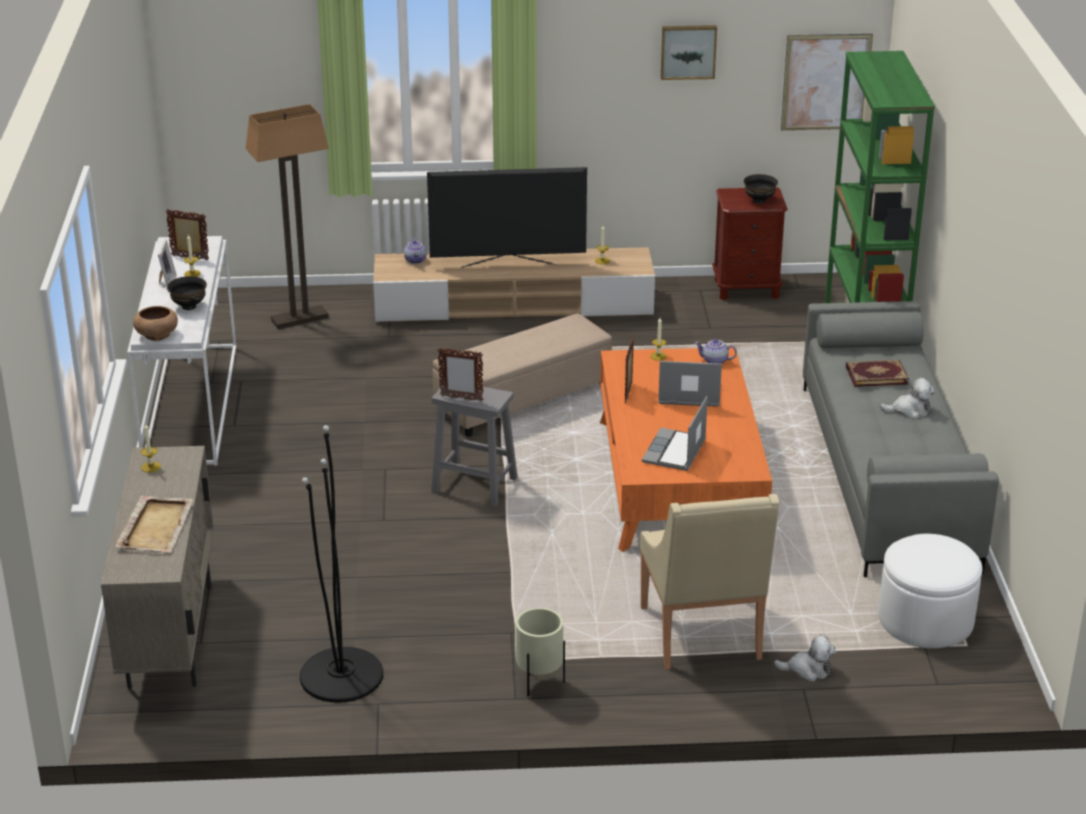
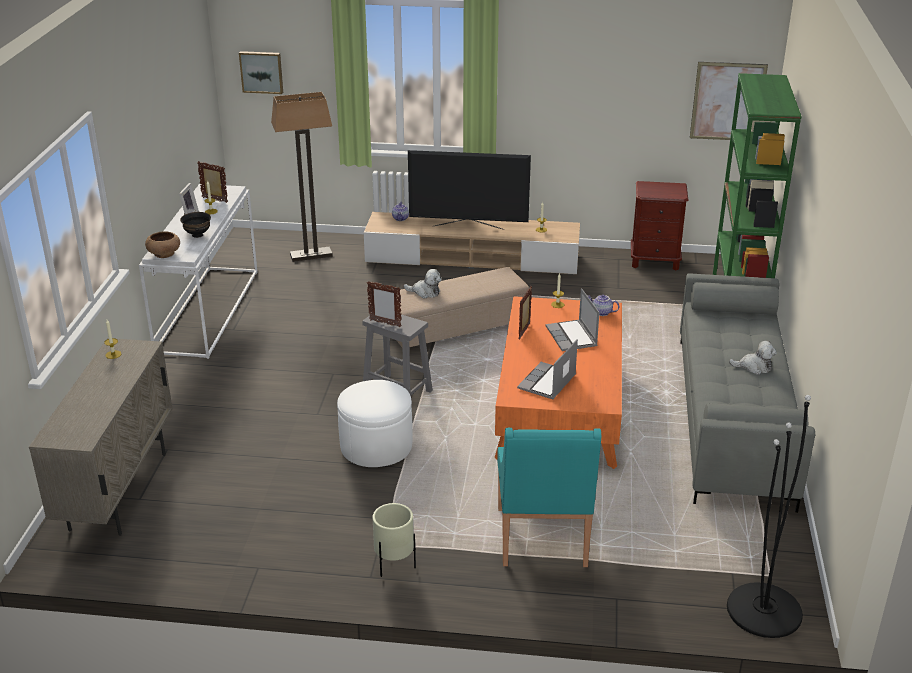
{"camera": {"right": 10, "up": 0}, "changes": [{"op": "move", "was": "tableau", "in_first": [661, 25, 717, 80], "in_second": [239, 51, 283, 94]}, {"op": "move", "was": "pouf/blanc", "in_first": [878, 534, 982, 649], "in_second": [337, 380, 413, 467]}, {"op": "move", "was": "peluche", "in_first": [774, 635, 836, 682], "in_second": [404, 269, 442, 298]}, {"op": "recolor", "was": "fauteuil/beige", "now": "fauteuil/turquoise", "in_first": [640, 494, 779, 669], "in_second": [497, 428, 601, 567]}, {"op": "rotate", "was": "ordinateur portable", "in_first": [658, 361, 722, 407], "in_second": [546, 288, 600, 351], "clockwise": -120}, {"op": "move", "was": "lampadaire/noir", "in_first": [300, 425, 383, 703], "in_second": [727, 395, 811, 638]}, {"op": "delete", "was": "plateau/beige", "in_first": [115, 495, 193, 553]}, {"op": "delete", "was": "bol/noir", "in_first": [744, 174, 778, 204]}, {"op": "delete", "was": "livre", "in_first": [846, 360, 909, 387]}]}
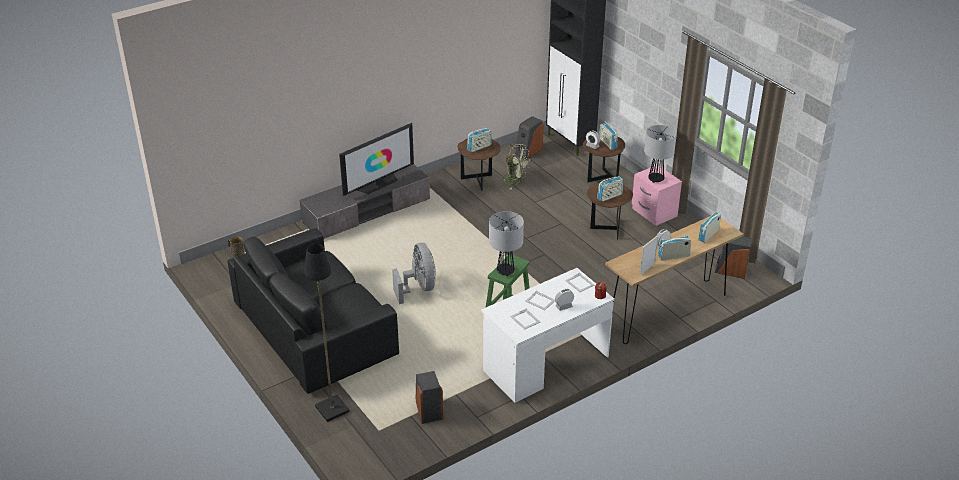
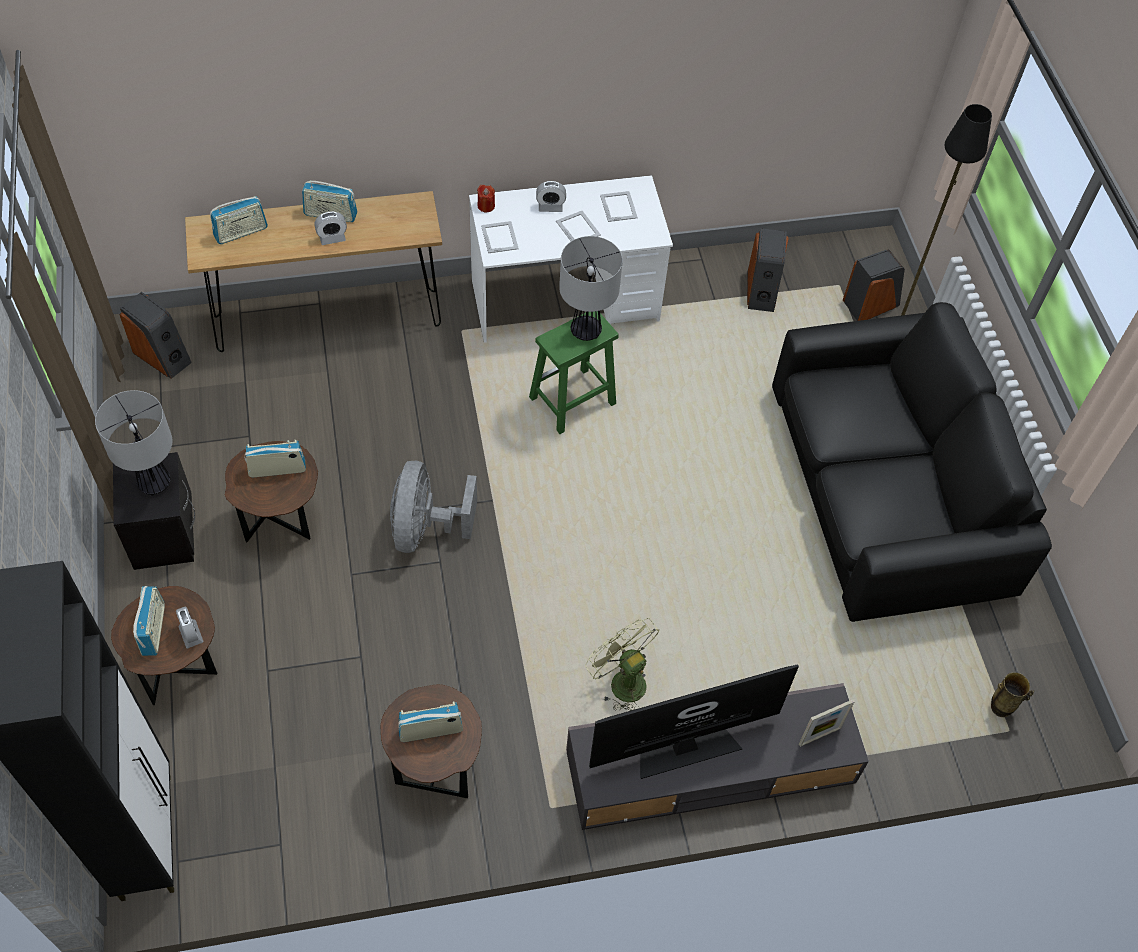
{"camera": {"right": -160, "up": 20}, "changes": [{"op": "recolor", "was": "table de chevet/rose", "now": "table de chevet/noir", "in_first": [632, 165, 682, 226], "in_second": [113, 452, 195, 570]}, {"op": "move", "was": "ventilateur/gris", "in_first": [392, 243, 436, 304], "in_second": [390, 461, 477, 553]}, {"op": "move", "was": "ventilateur/vert", "in_first": [502, 144, 531, 190], "in_second": [585, 618, 660, 711]}, {"op": "move", "was": "cadre photo", "in_first": [639, 236, 658, 275], "in_second": [799, 699, 854, 747]}, {"op": "move", "was": "enceinte", "in_first": [515, 116, 544, 160], "in_second": [843, 250, 905, 321]}]}
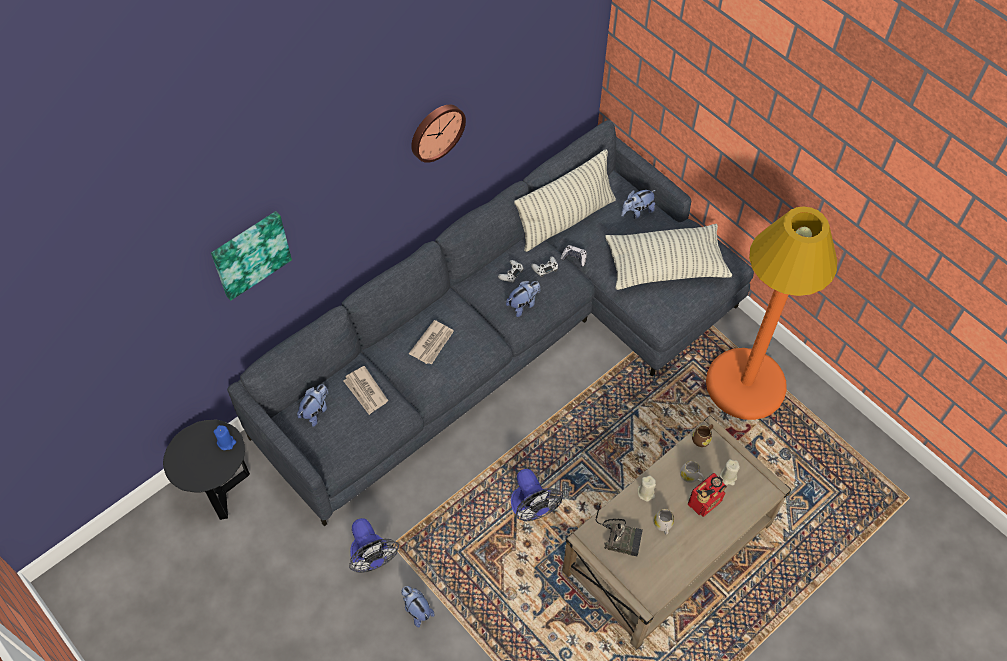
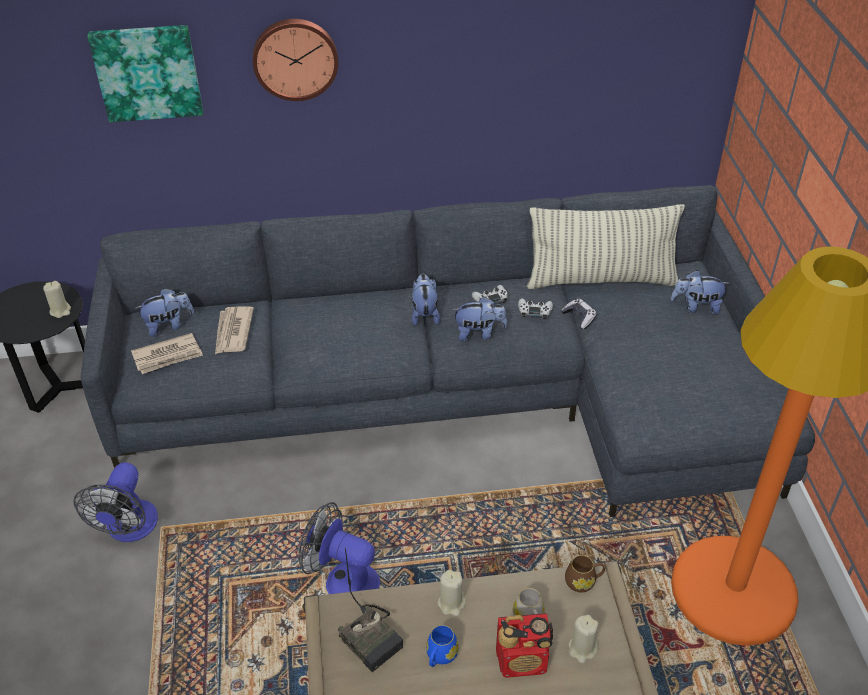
{"camera": {"right": 35, "up": -15}, "changes": [{"op": "recolor", "was": "bougie/bleu", "now": "bougie/beige", "in_first": [214, 425, 236, 450], "in_second": [43, 281, 71, 318]}, {"op": "move", "was": "journal", "in_first": [409, 320, 454, 365], "in_second": [131, 333, 203, 374]}, {"op": "move", "was": "horloge murale", "in_first": [411, 105, 466, 163], "in_second": [253, 19, 338, 101]}, {"op": "rotate", "was": "ventilateur", "in_first": [511, 469, 563, 521], "in_second": [298, 502, 380, 594], "clockwise": 105}, {"op": "move", "was": "peluche", "in_first": [401, 586, 434, 628], "in_second": [411, 274, 440, 326]}, {"op": "recolor", "was": "mug/blanc", "now": "mug/bleu", "in_first": [653, 509, 674, 535], "in_second": [426, 625, 459, 667]}, {"op": "delete", "was": "coussin", "in_first": [605, 224, 732, 290]}]}
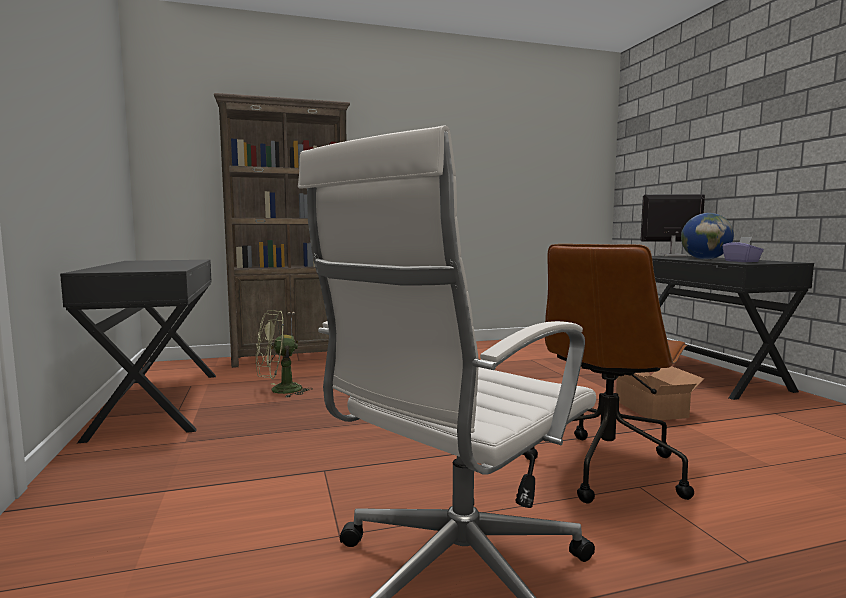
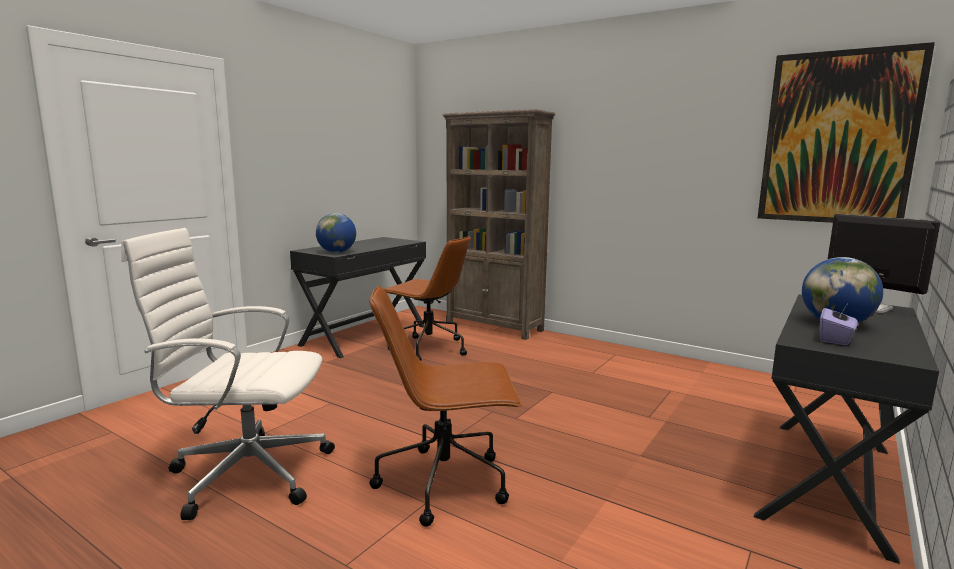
{"camera": {"right": 50, "up": 5}, "changes": [{"op": "insert", "now": "globe", "in_second": [316, 213, 356, 253]}, {"op": "replace", "was": "ventilateur/vert", "now": "chaise de bureau/marron", "in_first": [256, 310, 313, 398], "in_second": [384, 236, 471, 360]}, {"op": "insert", "now": "tableau", "in_second": [758, 42, 935, 223]}, {"op": "delete", "was": "carton", "in_first": [616, 366, 704, 420]}]}
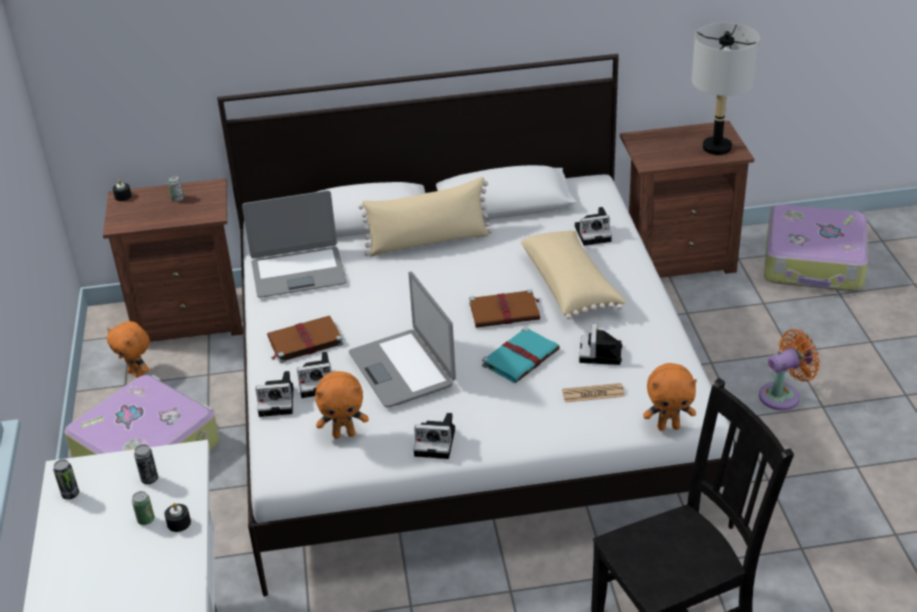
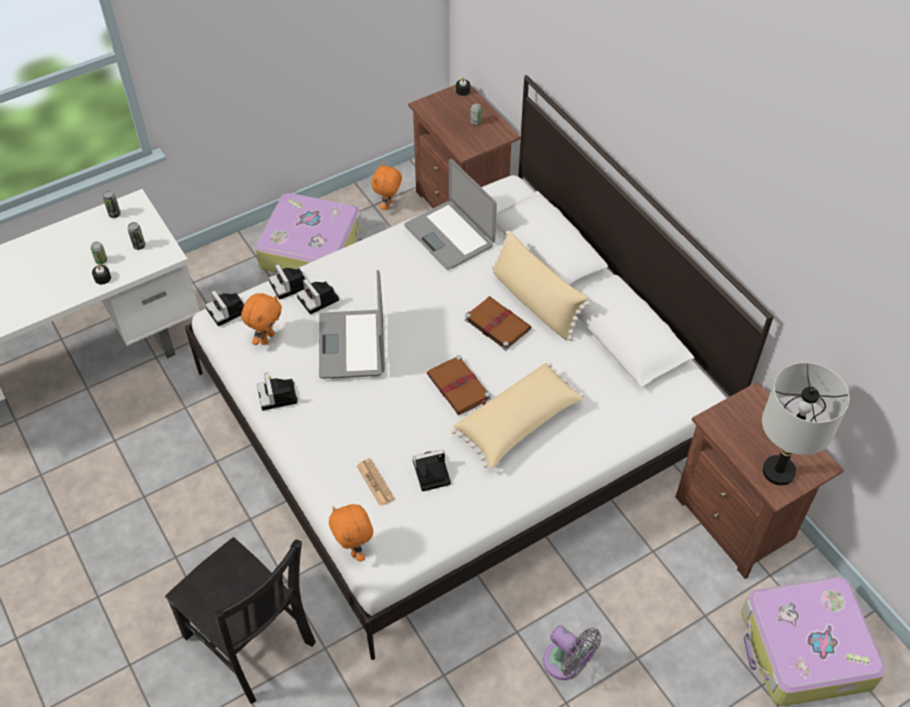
{"camera": {"right": 65, "up": 15}, "changes": [{"op": "move", "was": "appareil photo", "in_first": [575, 207, 612, 246], "in_second": [205, 290, 244, 326]}, {"op": "rotate", "was": "peluche/orange", "in_first": [315, 371, 369, 439], "in_second": [241, 293, 282, 345], "clockwise": -120}, {"op": "rotate", "was": "ordinateur portable", "in_first": [348, 272, 456, 407], "in_second": [319, 270, 385, 379], "clockwise": -45}, {"op": "move", "was": "livre/marron", "in_first": [267, 316, 343, 363], "in_second": [465, 296, 532, 350]}, {"op": "recolor", "was": "ventilateur/orange", "now": "ventilateur/gris", "in_first": [759, 329, 820, 410], "in_second": [543, 625, 602, 680]}, {"op": "delete", "was": "livre/turquoise", "in_first": [482, 327, 560, 383]}]}
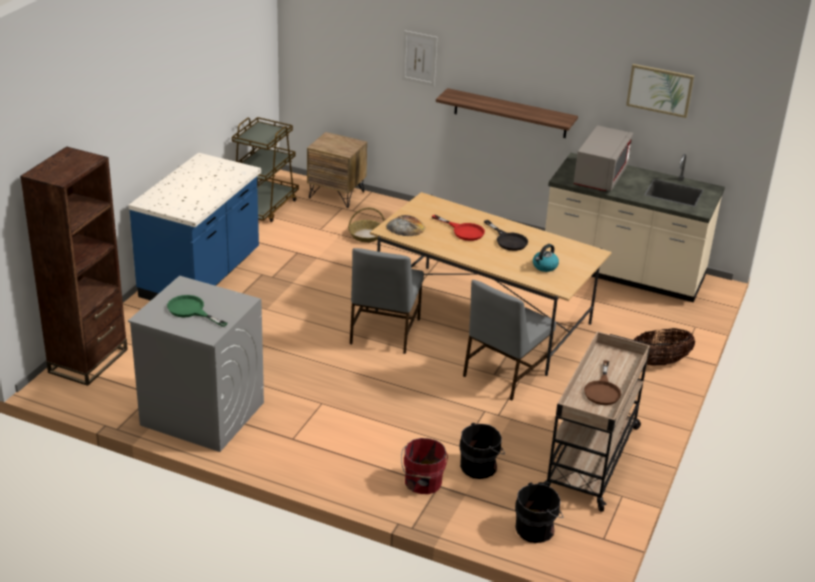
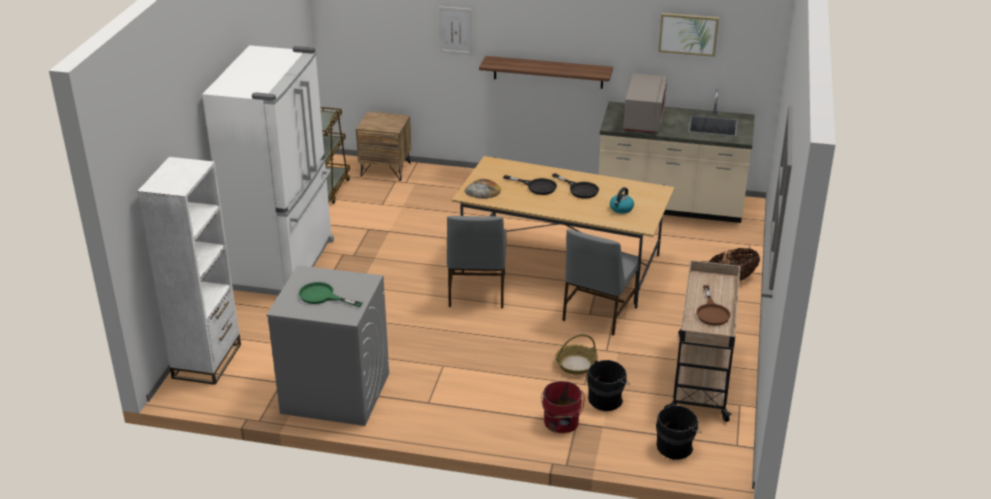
{"camera": {"right": -10, "up": 0}, "changes": [{"op": "recolor", "was": "bibliothèque/marron", "now": "bibliothèque/blanc", "in_first": [20, 146, 128, 386], "in_second": [137, 157, 241, 385]}, {"op": "replace", "was": "comptoir de cuisine/bleu", "now": "réfrigérateur/blanc", "in_first": [129, 153, 261, 301], "in_second": [202, 45, 334, 295]}, {"op": "recolor", "was": "poêle/rouge", "now": "poêle/noir", "in_first": [432, 215, 485, 241], "in_second": [503, 175, 557, 195]}, {"op": "move", "was": "panier", "in_first": [348, 208, 385, 242], "in_second": [555, 334, 598, 375]}]}
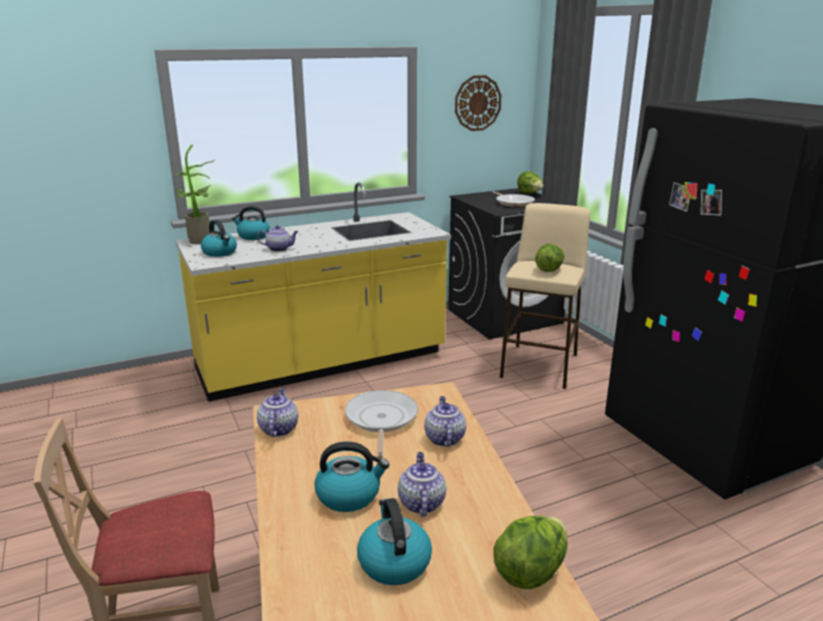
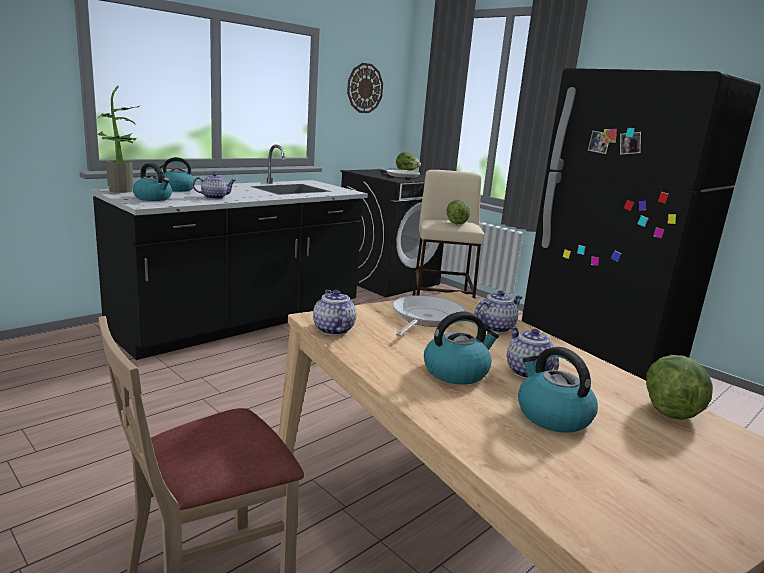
{"camera": {"right": -20, "up": -5}, "changes": [{"op": "recolor", "was": "comptoir de cuisine/jaune", "now": "comptoir de cuisine/noir", "in_first": [175, 182, 451, 402], "in_second": [91, 145, 368, 360]}, {"op": "rotate", "was": "poêle", "in_first": [345, 390, 418, 458], "in_second": [393, 295, 465, 337], "clockwise": 45}, {"op": "rotate", "was": "théière", "in_first": [424, 396, 466, 447], "in_second": [474, 291, 522, 333], "clockwise": 75}]}
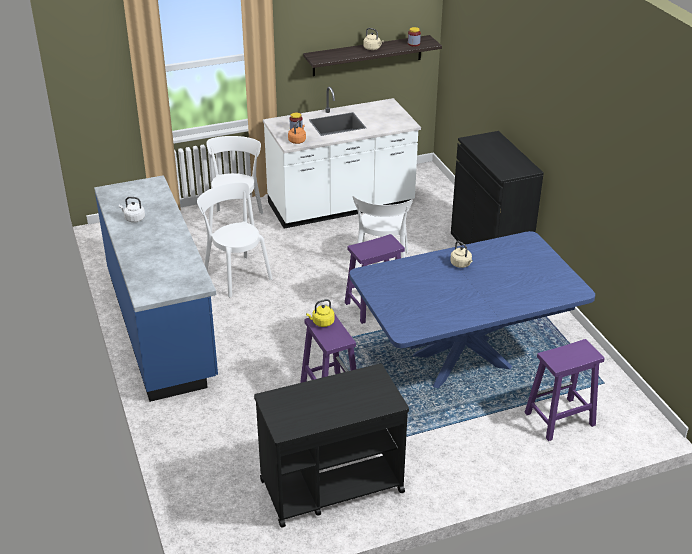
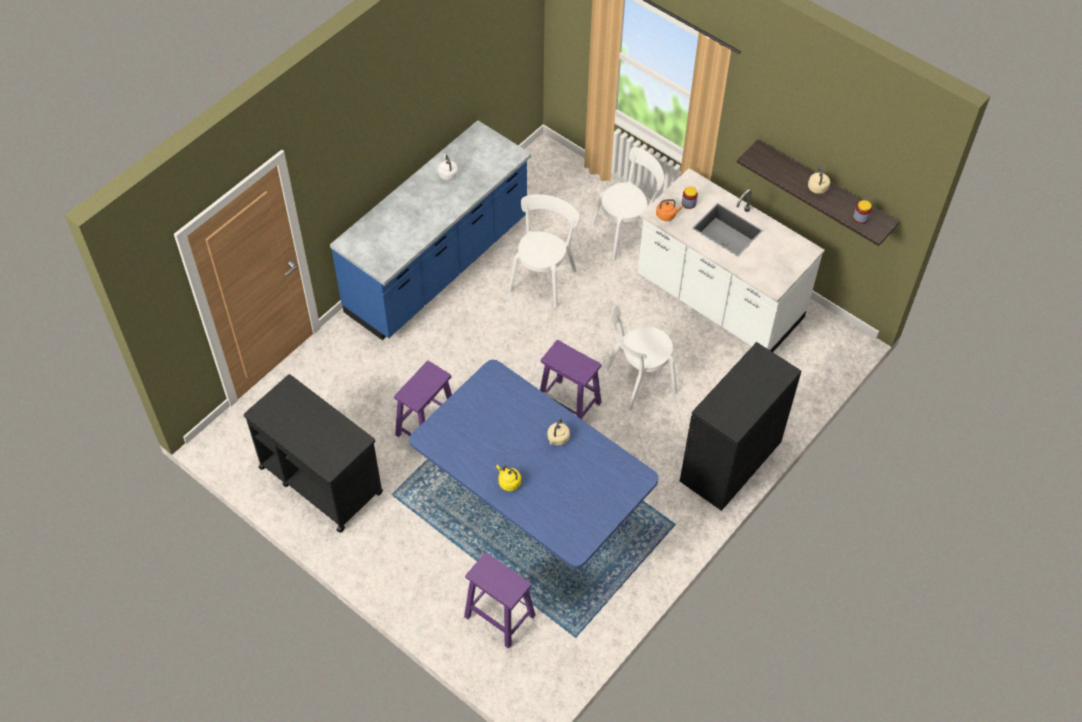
{"camera": {"right": 60, "up": 20}, "changes": [{"op": "move", "was": "bouilloire/jaune", "in_first": [306, 299, 335, 327], "in_second": [496, 465, 521, 491]}]}
